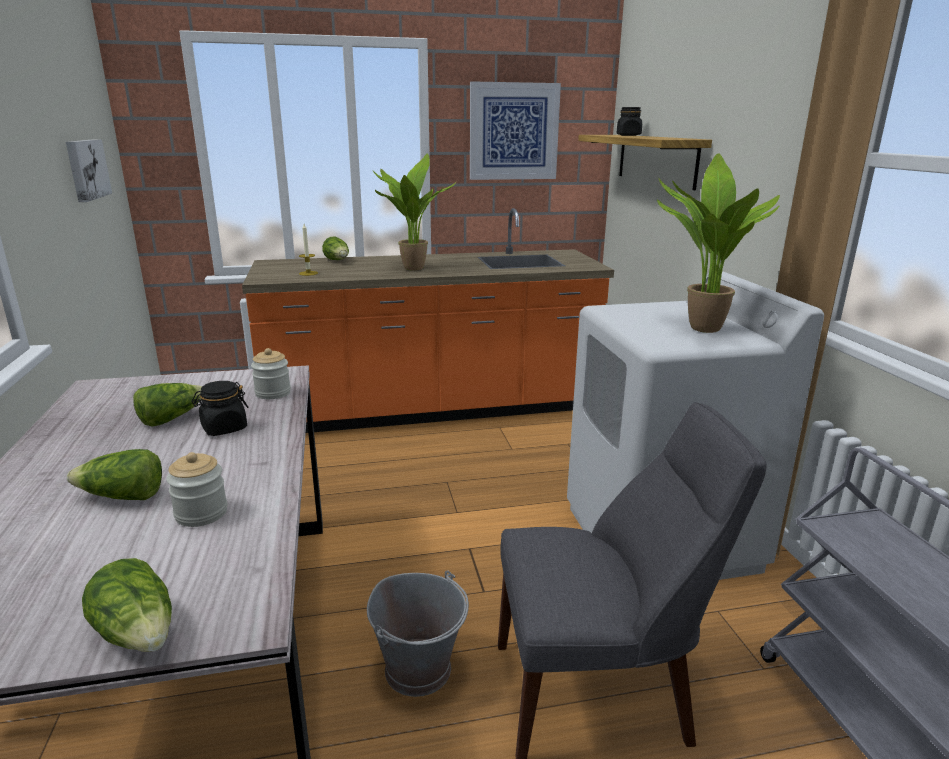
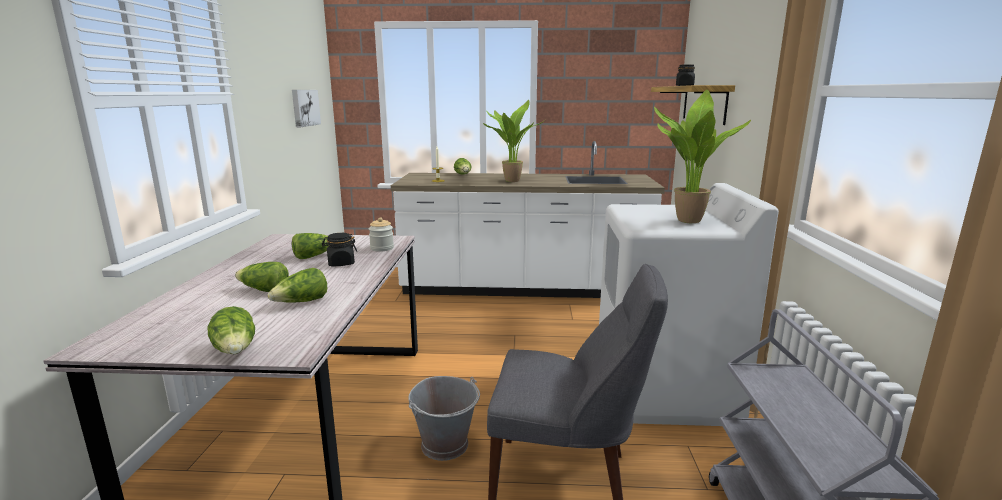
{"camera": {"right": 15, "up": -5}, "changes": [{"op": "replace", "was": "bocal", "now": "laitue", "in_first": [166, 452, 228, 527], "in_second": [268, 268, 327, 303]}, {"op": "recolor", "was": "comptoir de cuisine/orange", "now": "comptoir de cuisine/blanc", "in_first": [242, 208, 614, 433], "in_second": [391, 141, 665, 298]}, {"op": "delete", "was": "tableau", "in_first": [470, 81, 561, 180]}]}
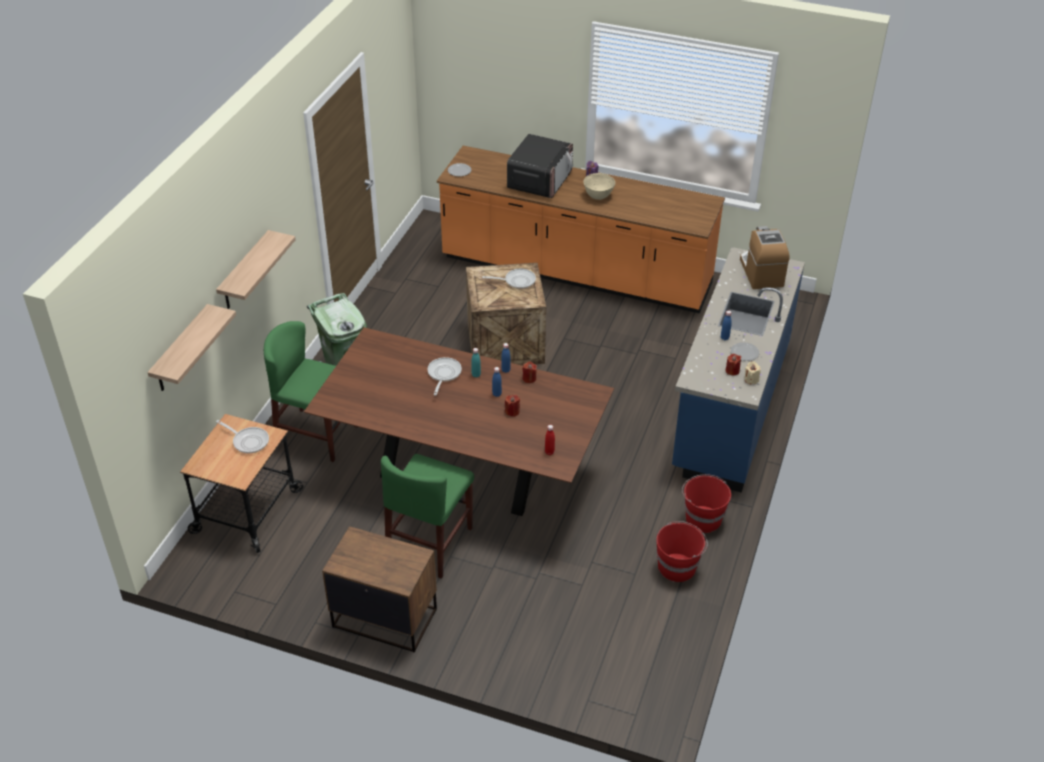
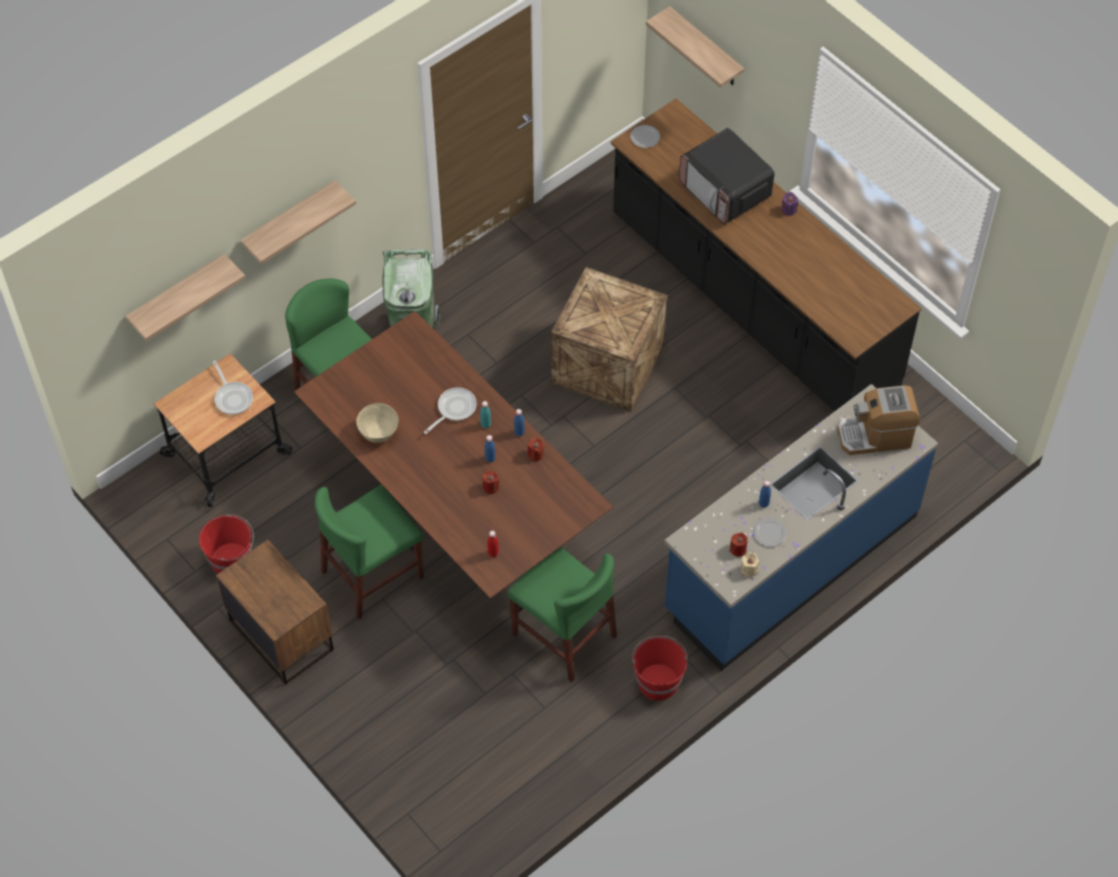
{"camera": {"right": 30, "up": 15}, "changes": [{"op": "move", "was": "seau/rouge", "in_first": [656, 521, 708, 582], "in_second": [199, 514, 254, 574]}, {"op": "move", "was": "bol/beige", "in_first": [583, 173, 615, 200], "in_second": [356, 403, 399, 443]}, {"op": "insert", "now": "chaise/vert", "in_second": [507, 547, 617, 682]}, {"op": "recolor", "was": "comptoir de cuisine/orange", "now": "comptoir de cuisine/noir", "in_first": [437, 146, 725, 314], "in_second": [611, 99, 921, 411]}, {"op": "insert", "now": "étagère", "in_second": [646, 6, 745, 88]}, {"op": "rotate", "was": "micro-ondes", "in_first": [507, 134, 573, 198], "in_second": [679, 128, 774, 224], "clockwise": 90}, {"op": "rotate", "was": "machine à café", "in_first": [740, 226, 790, 289], "in_second": [837, 385, 920, 455], "clockwise": -120}, {"op": "delete", "was": "poêle", "in_first": [482, 269, 536, 289]}]}
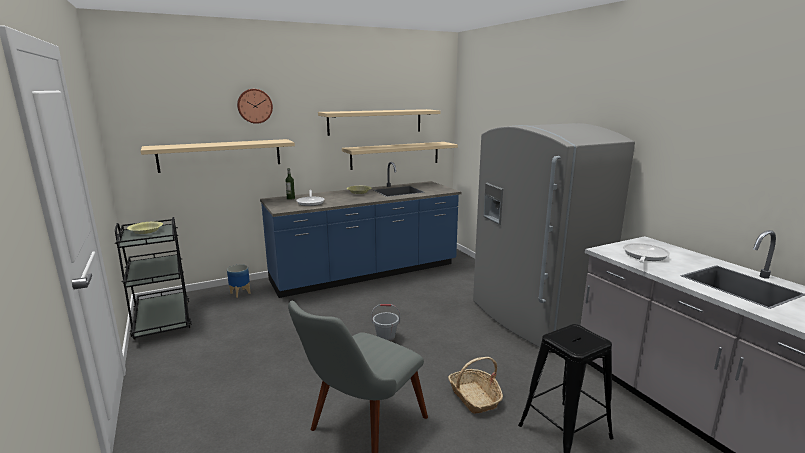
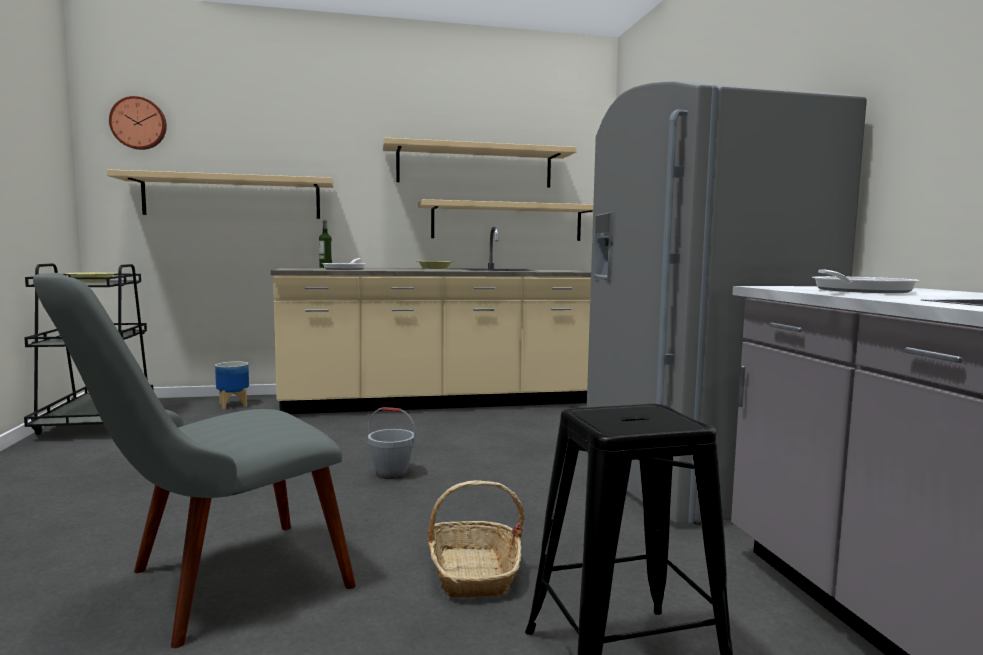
{"camera": {"right": 15, "up": -10}, "changes": [{"op": "move", "was": "horloge murale", "in_first": [237, 89, 273, 124], "in_second": [109, 96, 167, 150]}, {"op": "recolor", "was": "comptoir de cuisine/bleu", "now": "comptoir de cuisine/beige", "in_first": [260, 162, 461, 298], "in_second": [271, 227, 591, 414]}]}
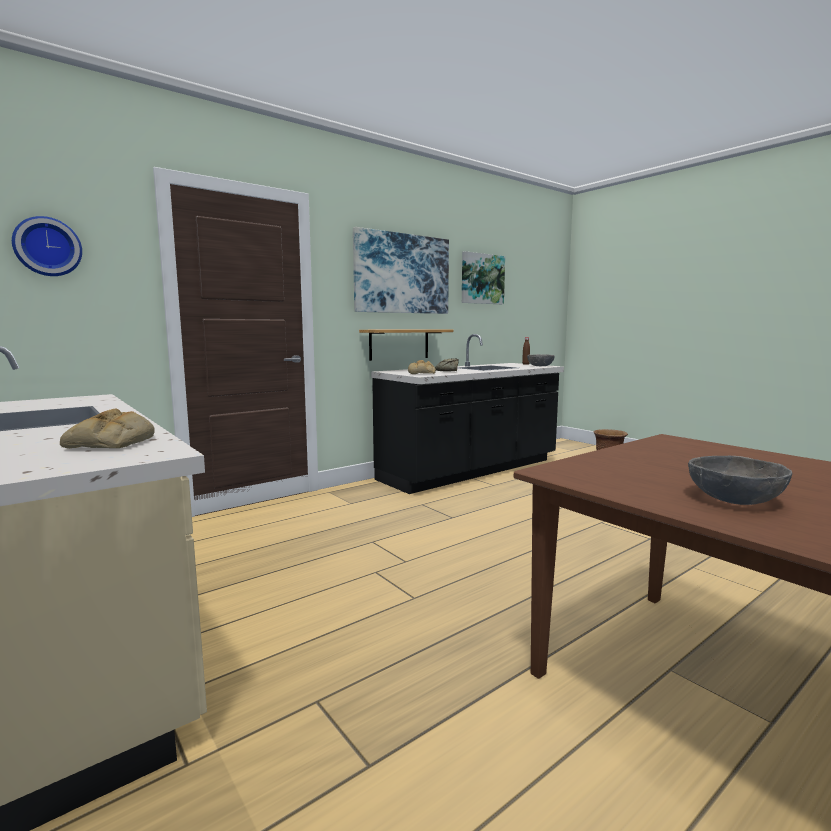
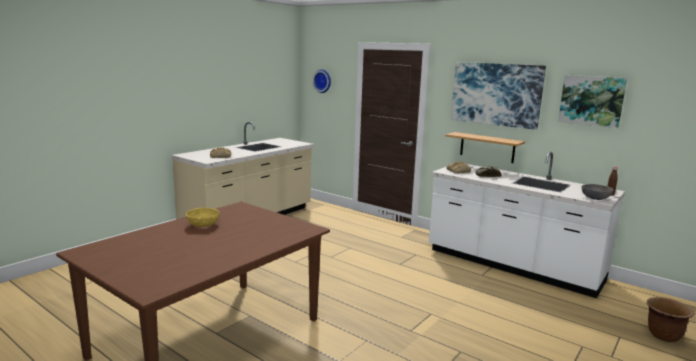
{"camera": {"right": 75, "up": 5}, "changes": [{"op": "recolor", "was": "bol/gris", "now": "bol/jaune", "in_first": [688, 456, 792, 505], "in_second": [186, 208, 220, 227]}, {"op": "recolor", "was": "comptoir de cuisine/noir", "now": "comptoir de cuisine/blanc", "in_first": [371, 334, 564, 494], "in_second": [429, 152, 625, 298]}]}
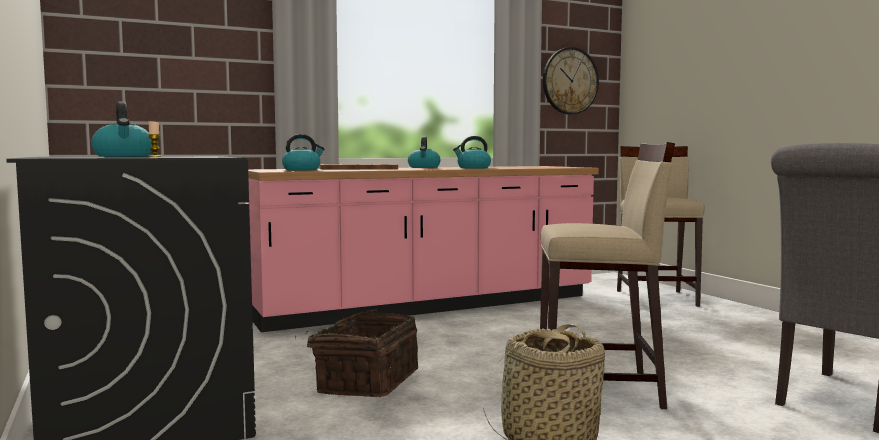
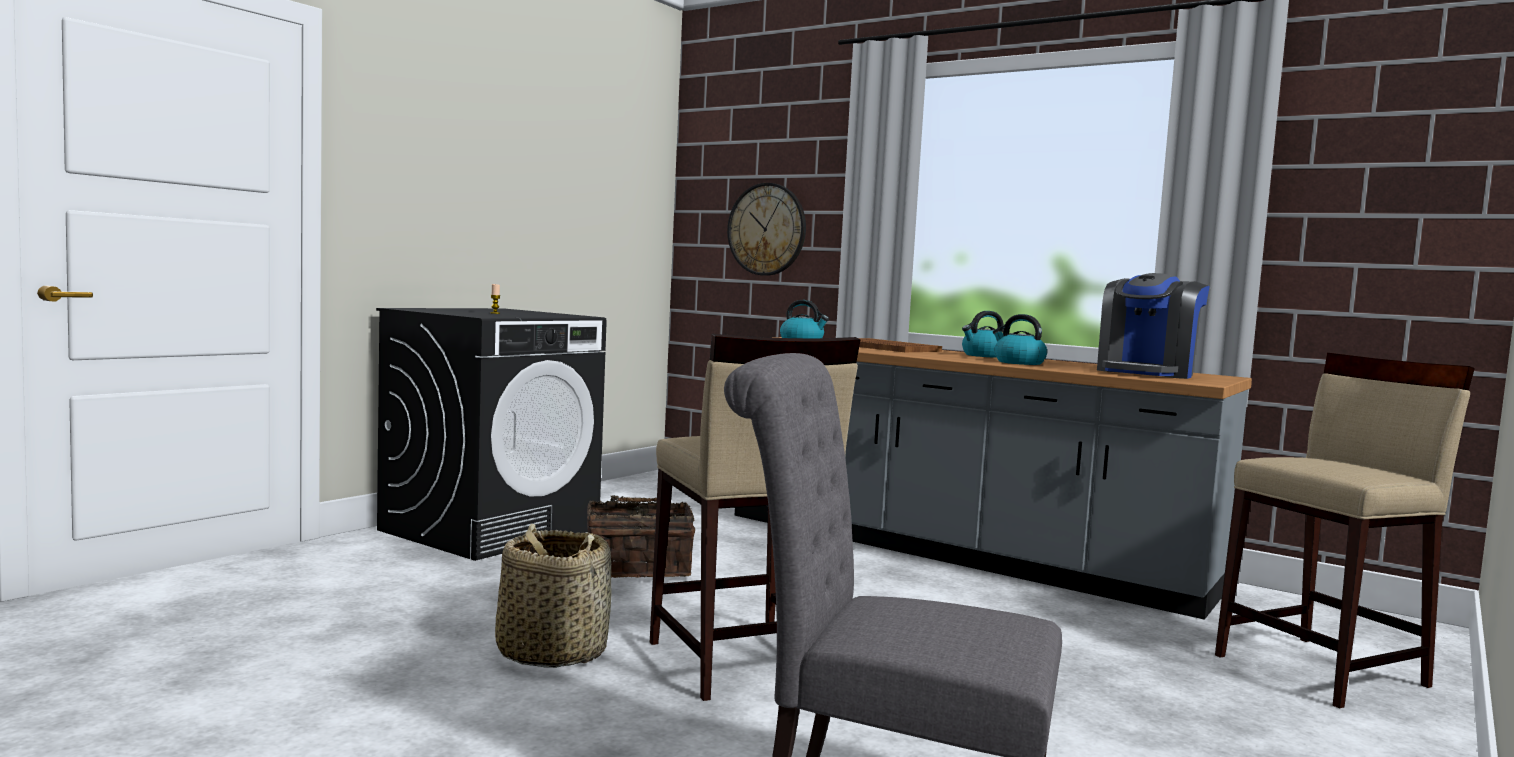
{"camera": {"right": 60, "up": 0}, "changes": [{"op": "move", "was": "horloge murale", "in_first": [543, 47, 599, 115], "in_second": [727, 183, 806, 276]}, {"op": "recolor", "was": "comptoir de cuisine/rose", "now": "comptoir de cuisine/gris", "in_first": [246, 166, 599, 332], "in_second": [735, 337, 1252, 620]}, {"op": "insert", "now": "machine à café", "in_second": [1097, 273, 1210, 379]}, {"op": "delete", "was": "bouilloire", "in_first": [91, 101, 152, 157]}]}
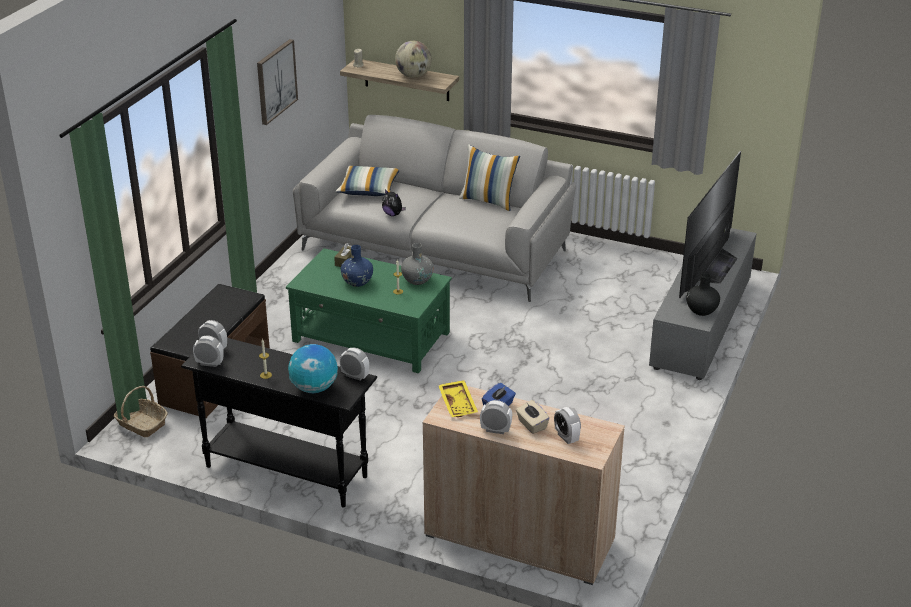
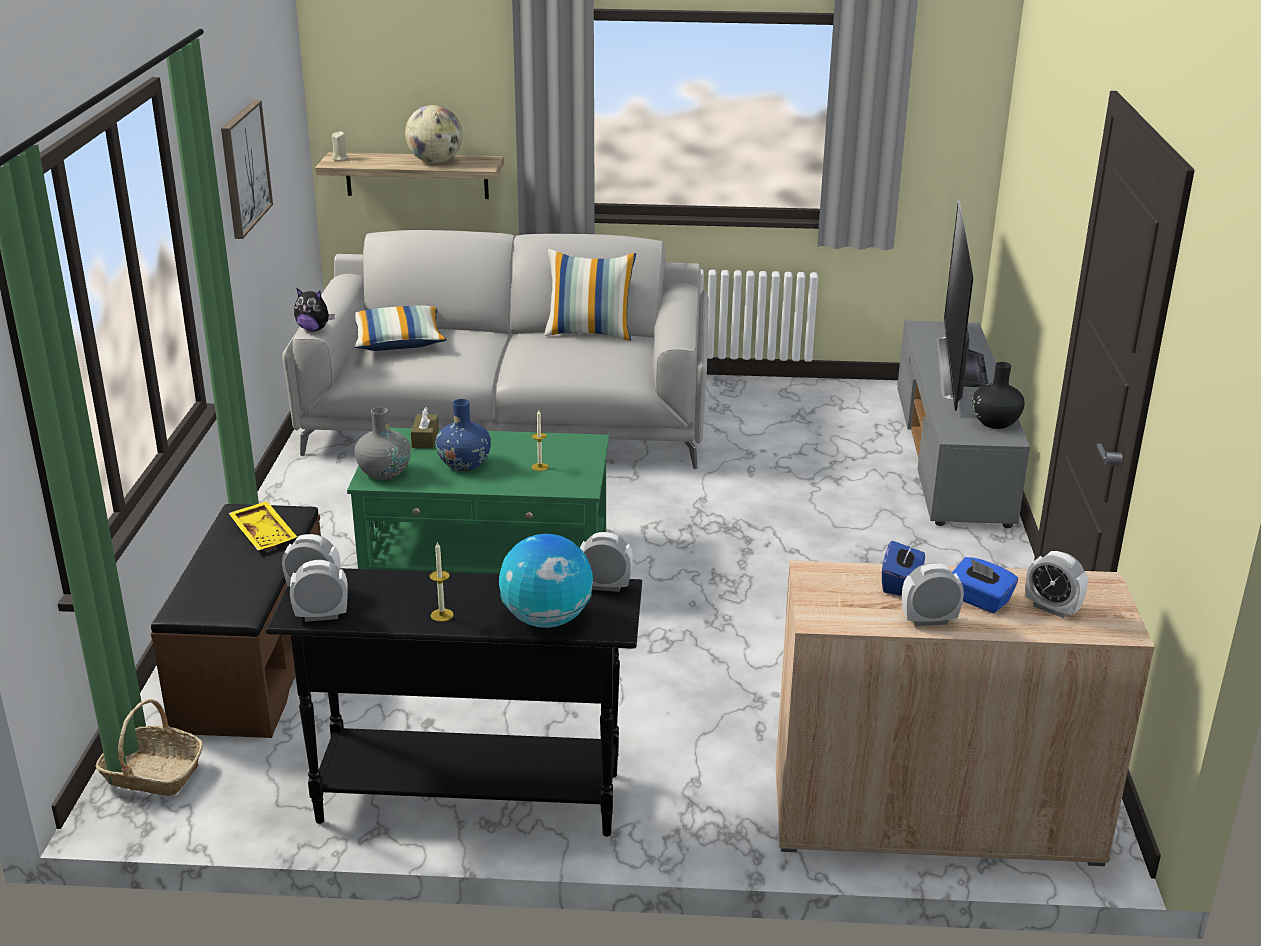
{"camera": {"right": -20, "up": -5}, "changes": [{"op": "move", "was": "plateau/jaune", "in_first": [438, 380, 478, 417], "in_second": [229, 501, 297, 550]}, {"op": "move", "was": "peluche", "in_first": [382, 189, 406, 216], "in_second": [294, 288, 335, 332]}, {"op": "move", "was": "vase/gris", "in_first": [401, 243, 434, 285], "in_second": [354, 407, 411, 480]}, {"op": "recolor", "was": "boîte à mouchoirs/beige", "now": "boîte à mouchoirs/bleu", "in_first": [516, 400, 550, 434], "in_second": [952, 557, 1018, 613]}]}
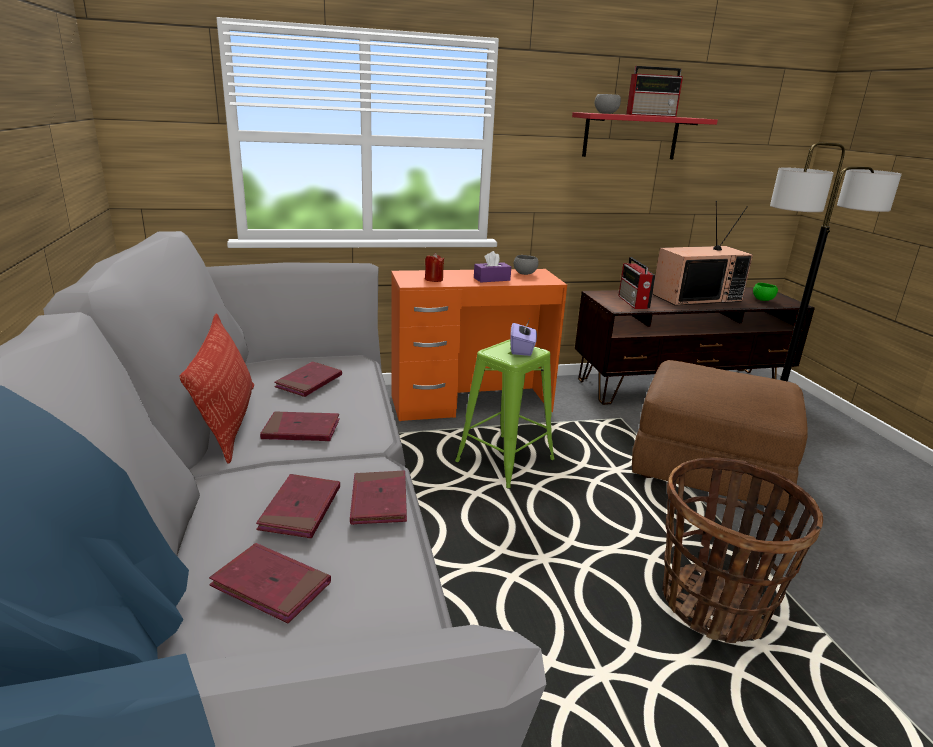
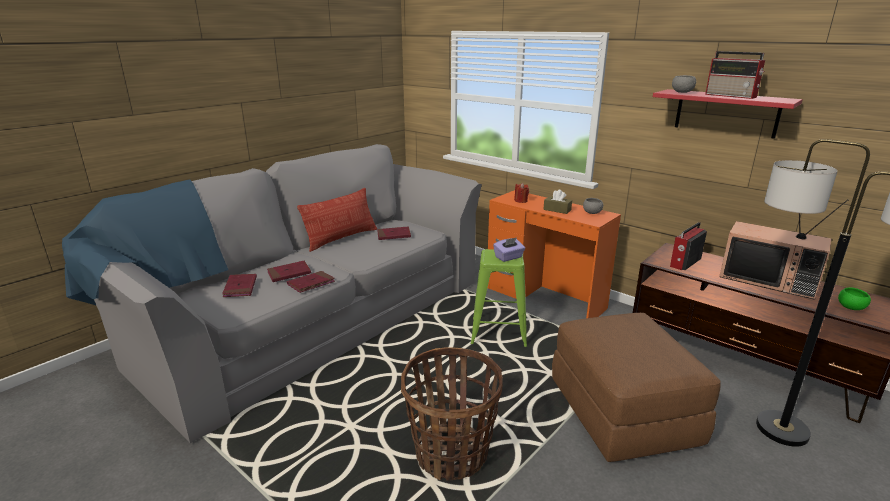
{"camera": {"right": 55, "up": 0}, "changes": [{"op": "recolor", "was": "boîte à mouchoirs/violet", "now": "boîte à mouchoirs/marron", "in_first": [474, 251, 511, 282], "in_second": [543, 189, 572, 214]}, {"op": "delete", "was": "livre/rouge", "in_first": [260, 412, 340, 441]}]}
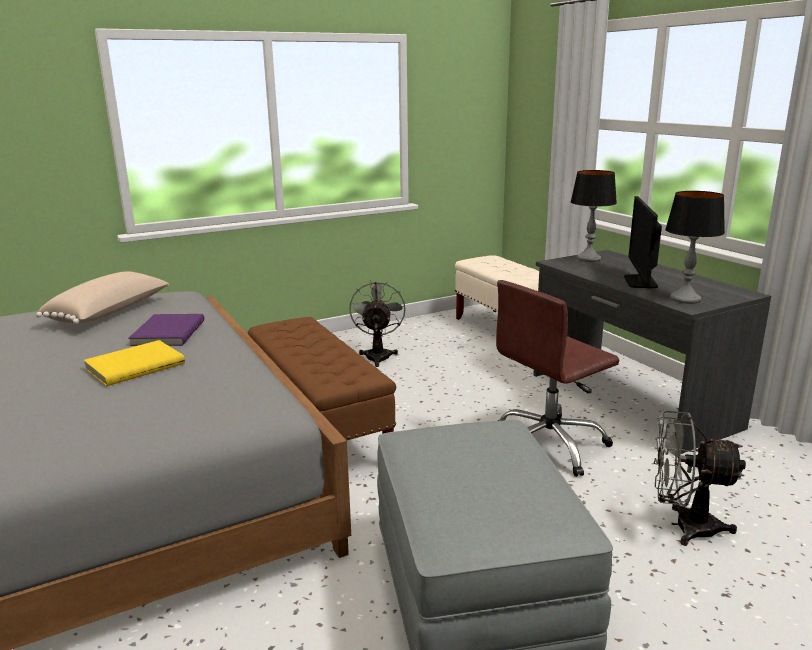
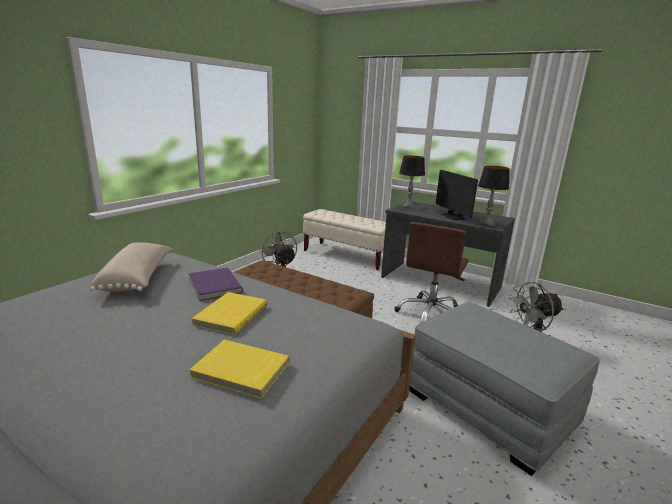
{"camera": {"right": -30, "up": 0}, "changes": [{"op": "insert", "now": "livre/jaune", "in_second": [189, 340, 290, 399]}]}
